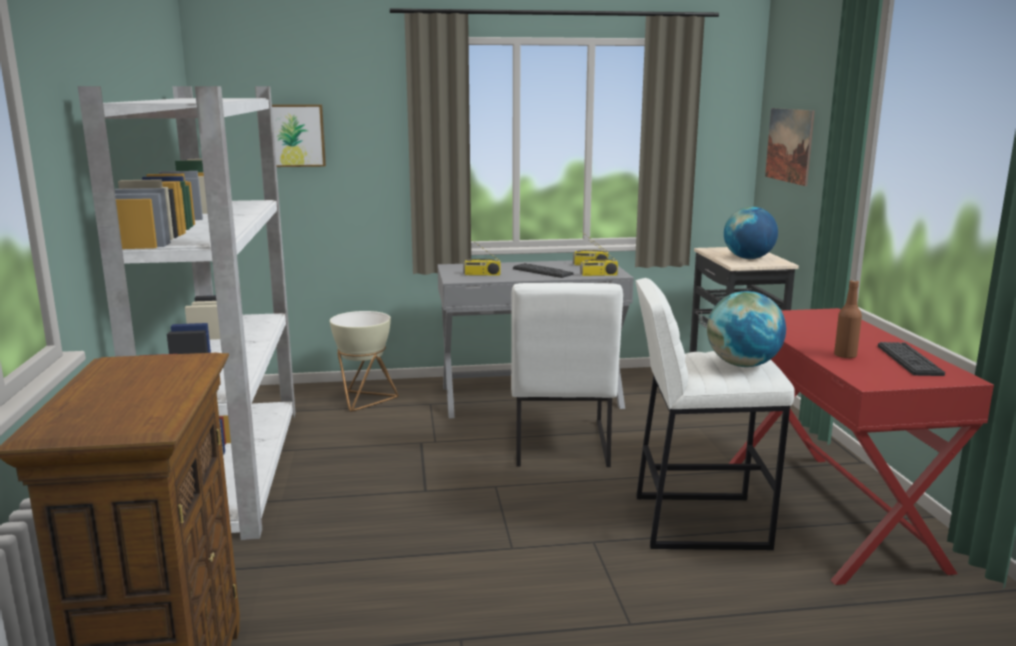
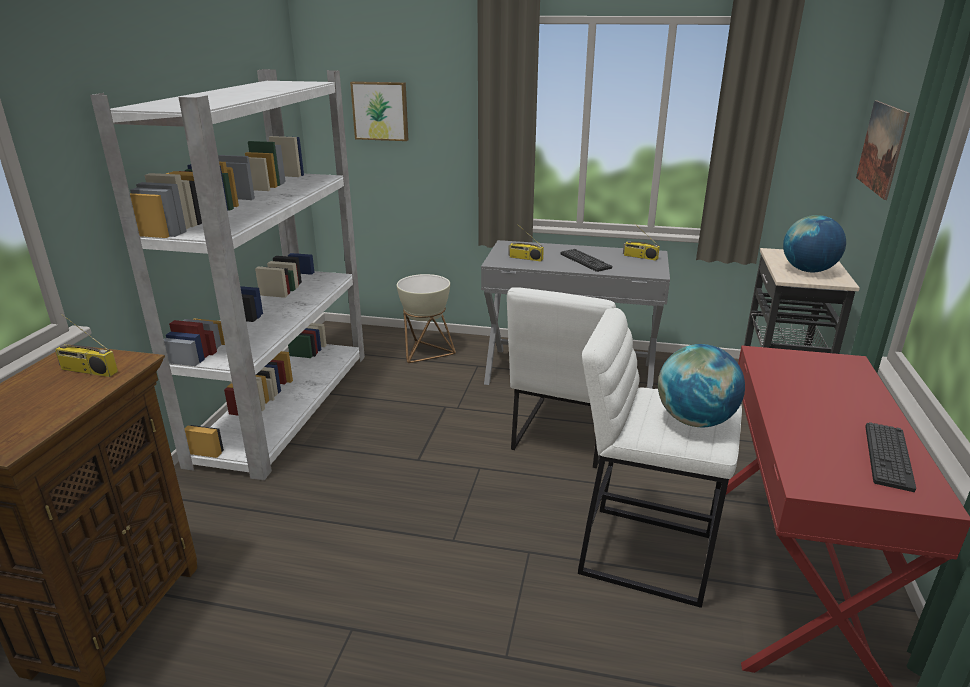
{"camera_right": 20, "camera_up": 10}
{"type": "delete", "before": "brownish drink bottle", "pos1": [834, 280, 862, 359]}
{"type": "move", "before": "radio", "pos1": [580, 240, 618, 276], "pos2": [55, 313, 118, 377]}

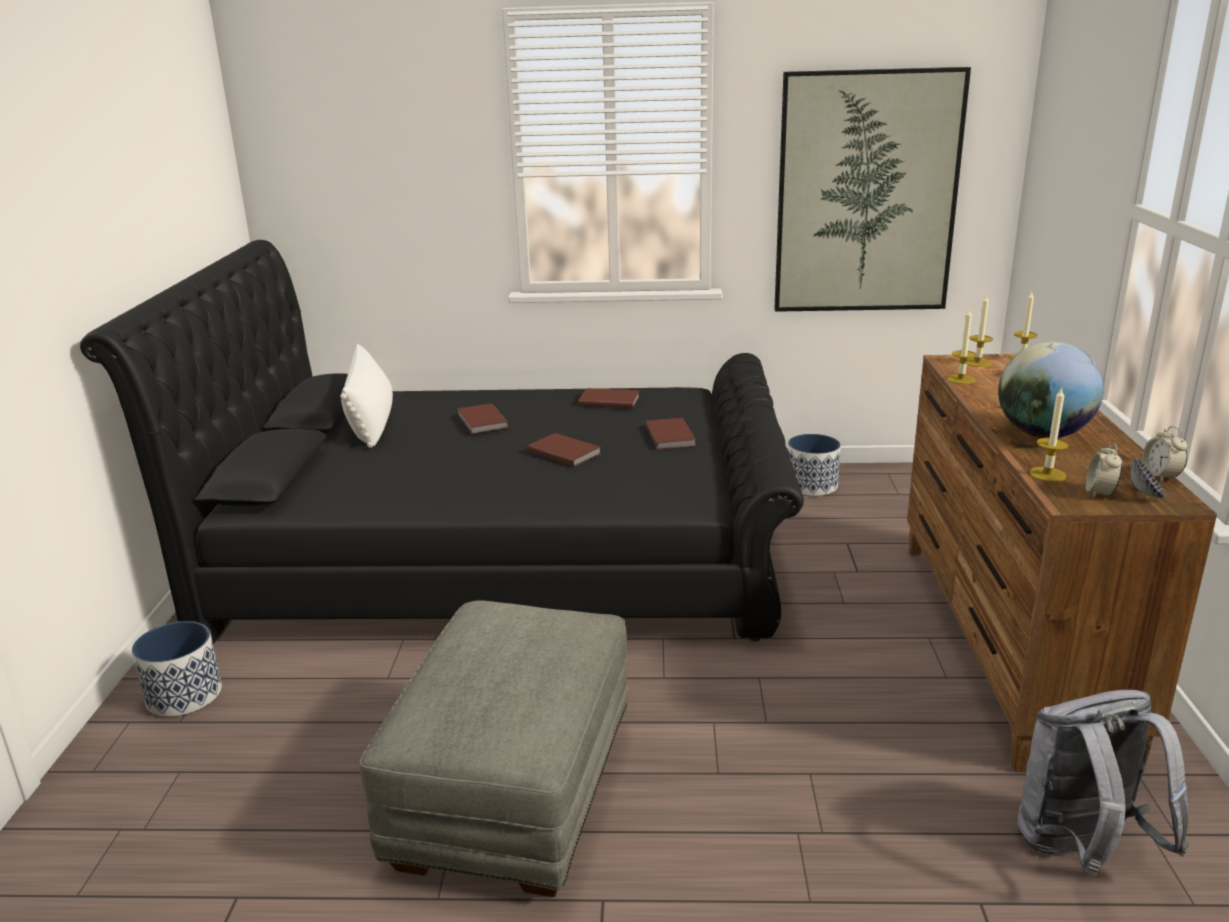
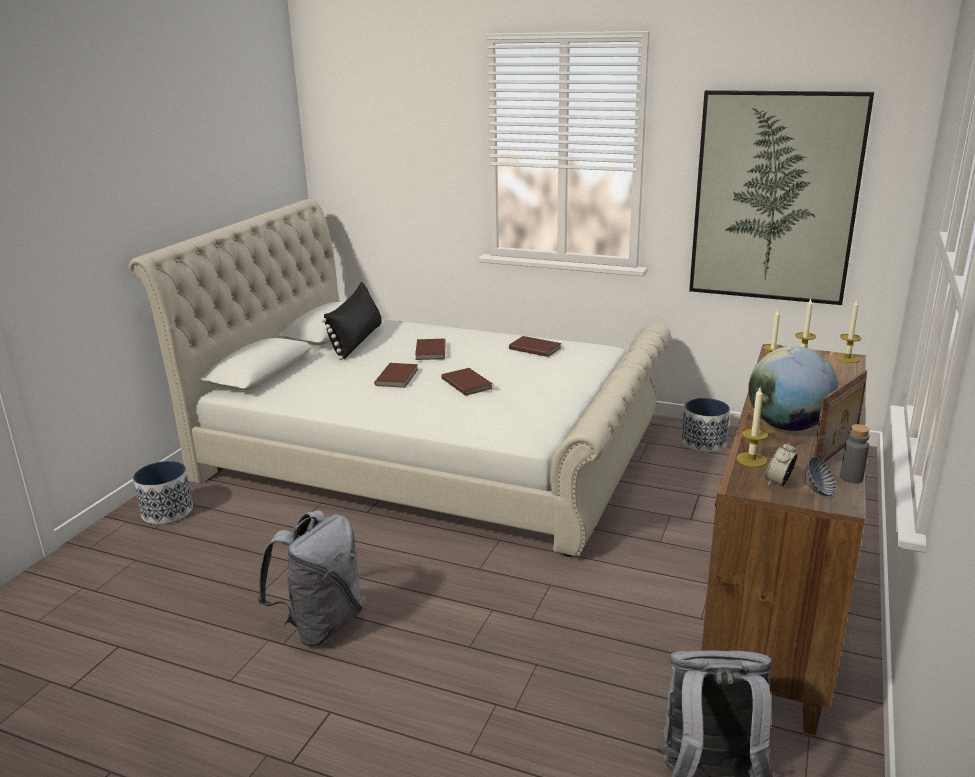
{"camera_right": 20, "camera_up": 0}
{"type": "insert", "after": "standing frame", "pos2": [814, 370, 867, 462]}
{"type": "move", "before": "brownish book", "pos1": [645, 418, 696, 450], "pos2": [374, 363, 418, 388]}
{"type": "replace", "before": "gray pouffe", "after": "gray backpack", "pos1": [359, 600, 628, 897], "pos2": [258, 510, 363, 647]}
{"type": "replace", "before": "bedside clock", "after": "gray drink bottle", "pos1": [1142, 426, 1187, 482], "pos2": [840, 424, 870, 483]}
{"type": "recolor", "before": "black sleeping bed", "after": "beige sleeping bed", "pos1": [80, 240, 804, 644], "pos2": [128, 199, 671, 557]}
{"type": "recolor", "before": "whitish throw pillow", "after": "black throw pillow", "pos1": [340, 344, 393, 448], "pos2": [322, 282, 381, 360]}

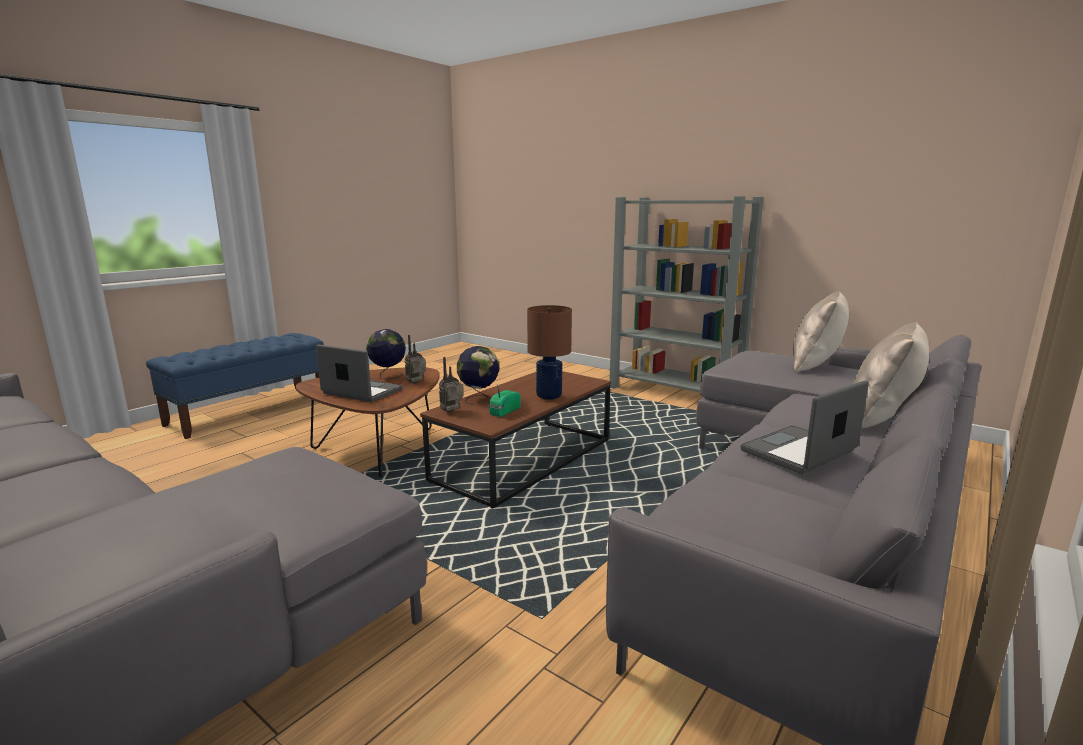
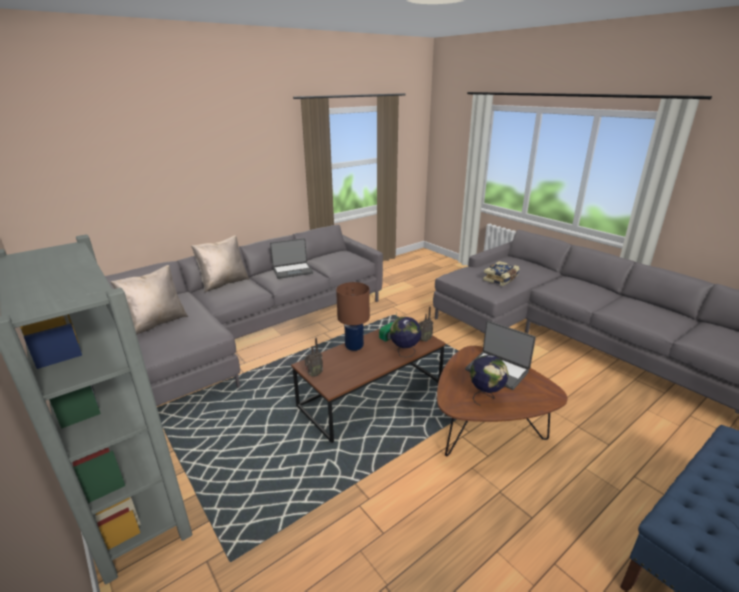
{"camera_right": -165, "camera_up": 10}
{"type": "insert", "after": "book", "pos2": [483, 261, 519, 286]}
{"type": "move", "before": "radio", "pos1": [405, 335, 426, 384], "pos2": [305, 338, 323, 377]}

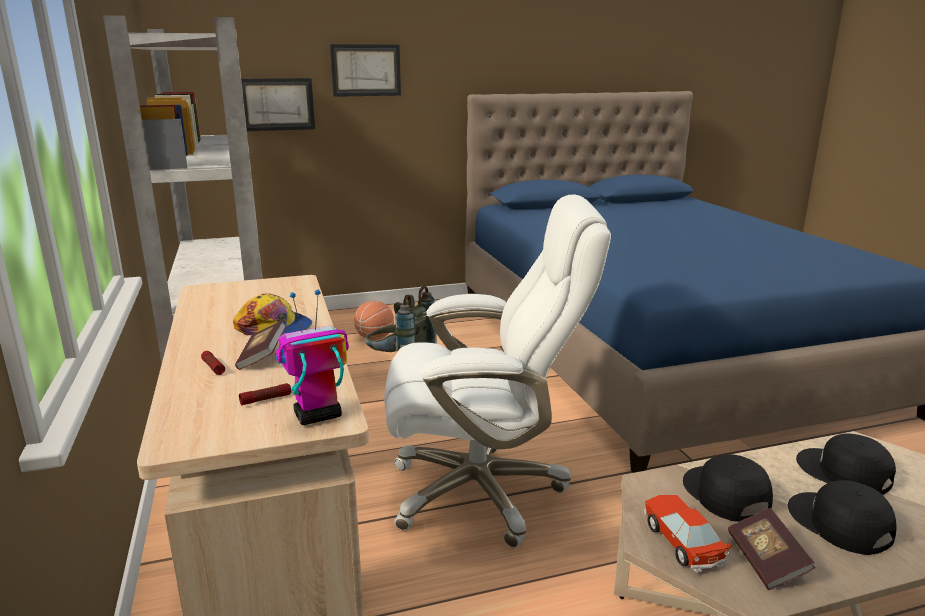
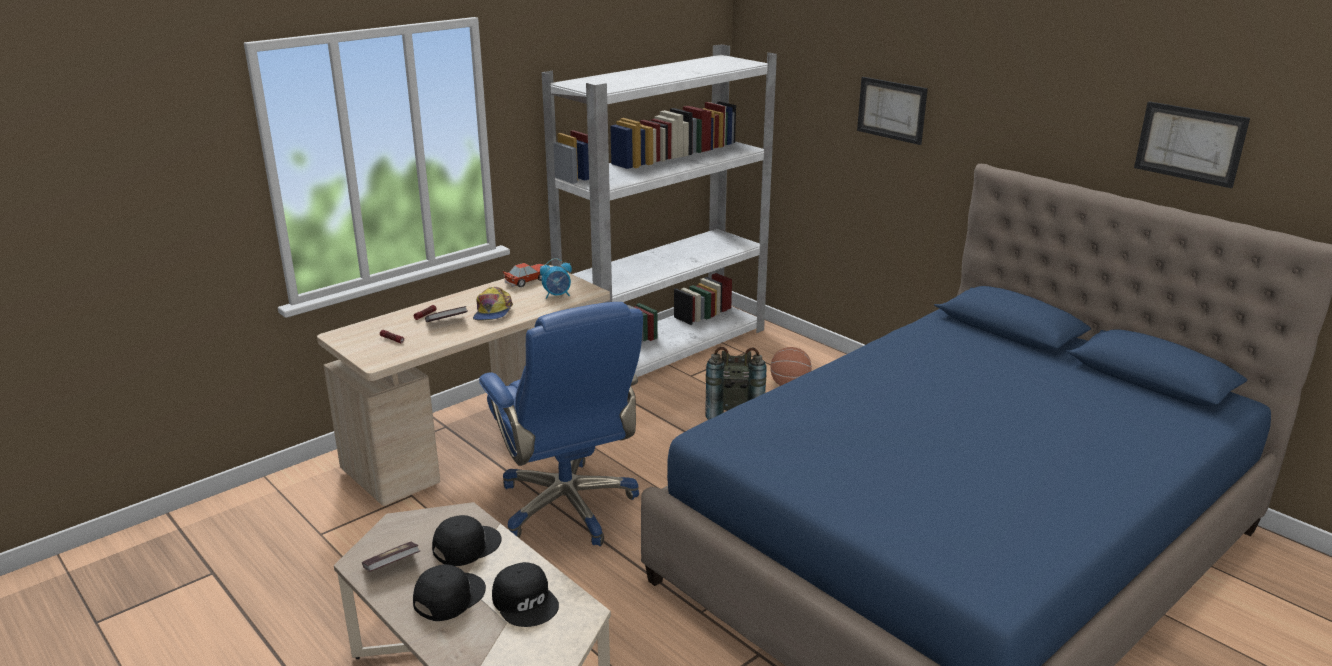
{"camera_right": 65, "camera_up": 5}
{"type": "delete", "before": "toy robot", "pos1": [275, 289, 349, 425]}
{"type": "insert", "after": "bedside clock", "pos2": [540, 258, 572, 299]}
{"type": "move", "before": "picture", "pos1": [241, 78, 315, 131], "pos2": [1134, 102, 1250, 188]}
{"type": "move", "before": "toy car", "pos1": [644, 495, 732, 573], "pos2": [502, 263, 543, 287]}
{"type": "recolor", "before": "whitish computer chair", "after": "bluish computer chair", "pos1": [384, 194, 611, 548], "pos2": [479, 302, 643, 546]}
{"type": "rotate", "before": "black baseball cap", "pos1": [796, 433, 896, 495], "pos2": [492, 562, 559, 627], "turn": 120}

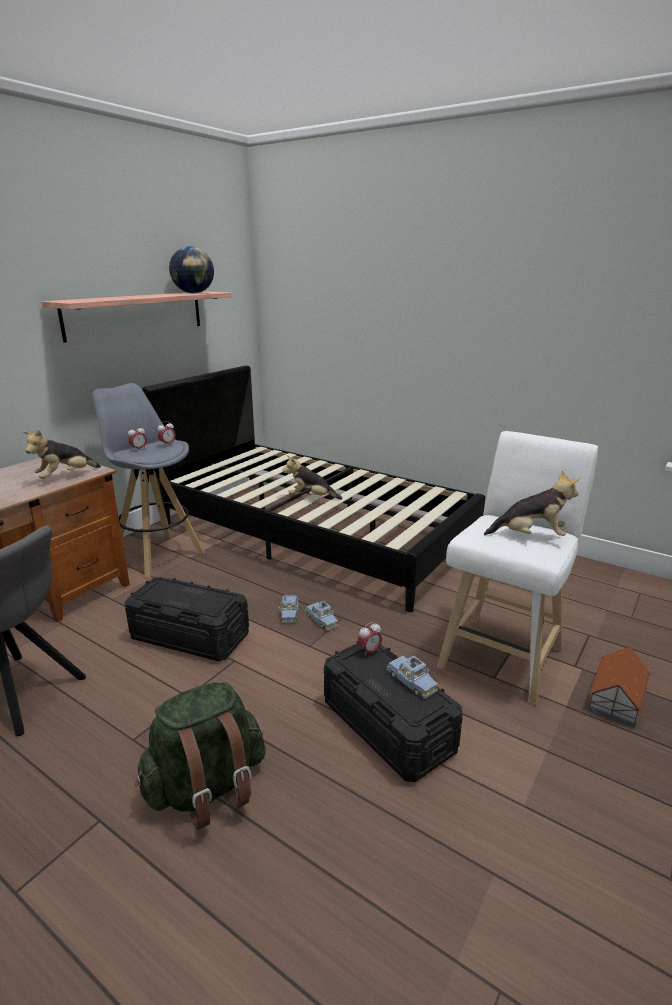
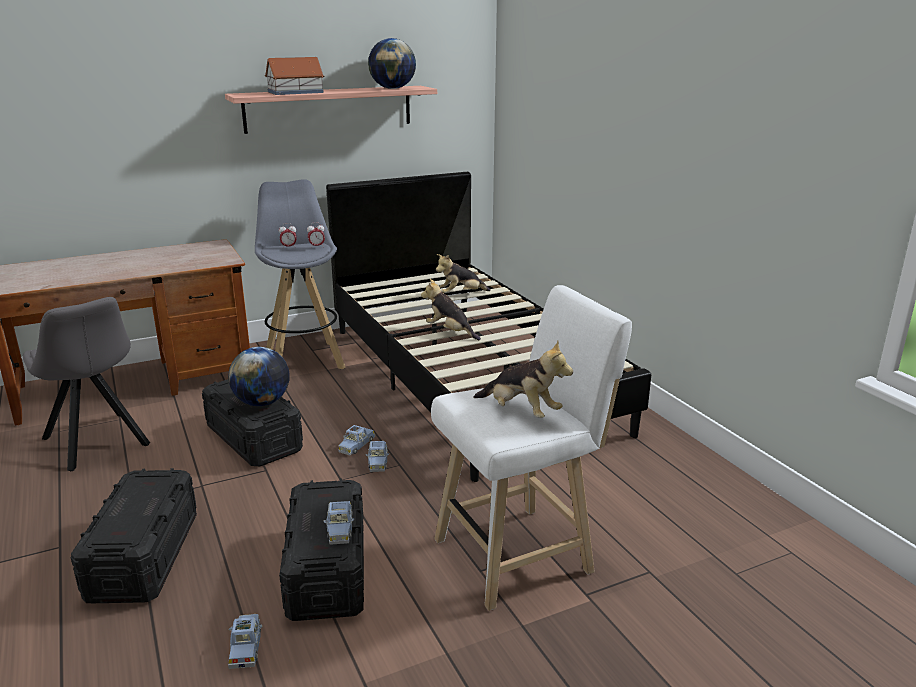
{"camera_right": 30, "camera_up": 0}
{"type": "delete", "before": "bedside clock", "pos1": [358, 622, 382, 655]}
{"type": "insert", "after": "desk globe", "pos2": [228, 347, 289, 406]}
{"type": "insert", "after": "bluish toy car", "pos2": [228, 614, 262, 669]}
{"type": "move", "before": "soft toy", "pos1": [23, 430, 101, 479], "pos2": [436, 254, 491, 293]}
{"type": "move", "before": "toy house", "pos1": [588, 647, 650, 728], "pos2": [265, 57, 325, 95]}
{"type": "replace", "before": "greenish backpack", "after": "black storage bin", "pos1": [135, 682, 266, 830], "pos2": [70, 468, 197, 603]}

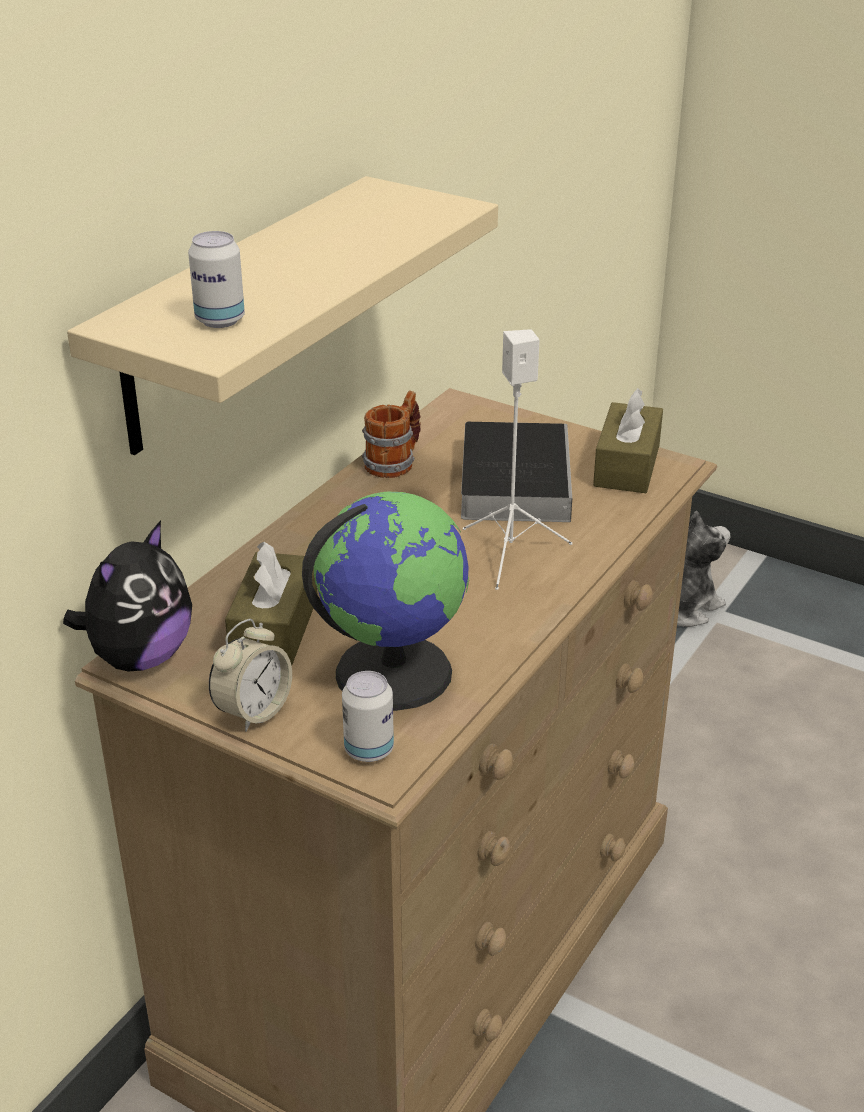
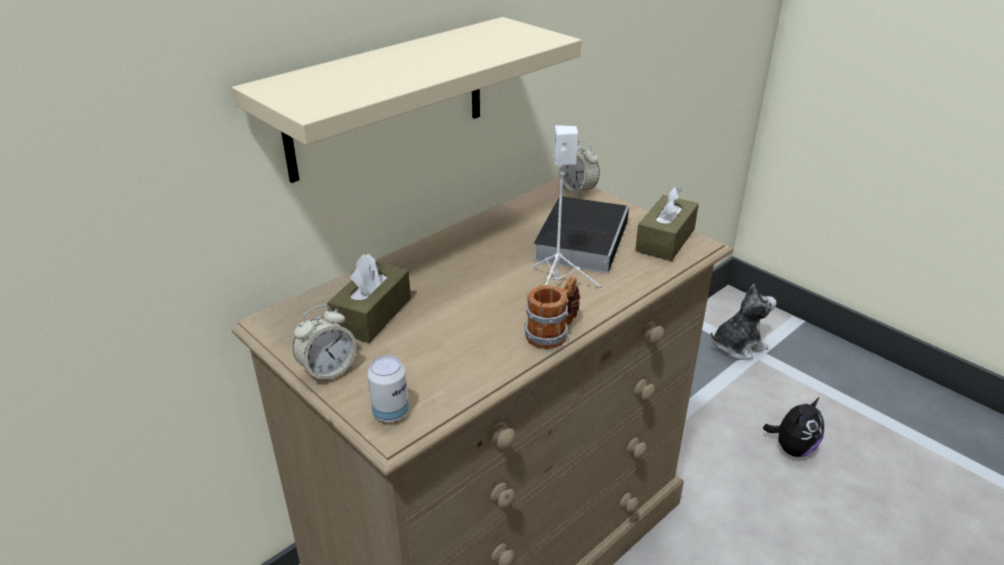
{"camera_right": 15, "camera_up": 0}
{"type": "delete", "before": "can", "pos1": [188, 231, 245, 328]}
{"type": "delete", "before": "desk globe", "pos1": [302, 492, 469, 711]}
{"type": "insert", "after": "bedside clock", "pos2": [558, 140, 600, 197]}
{"type": "move", "before": "soft toy", "pos1": [63, 520, 192, 672], "pos2": [763, 397, 824, 457]}
{"type": "move", "before": "coffee mug", "pos1": [362, 390, 421, 478], "pos2": [525, 276, 580, 349]}

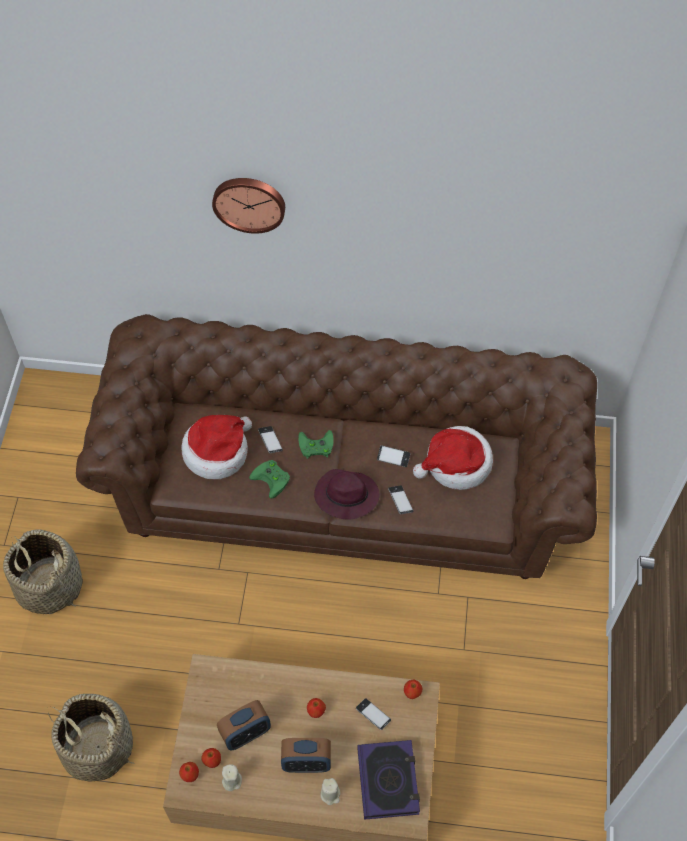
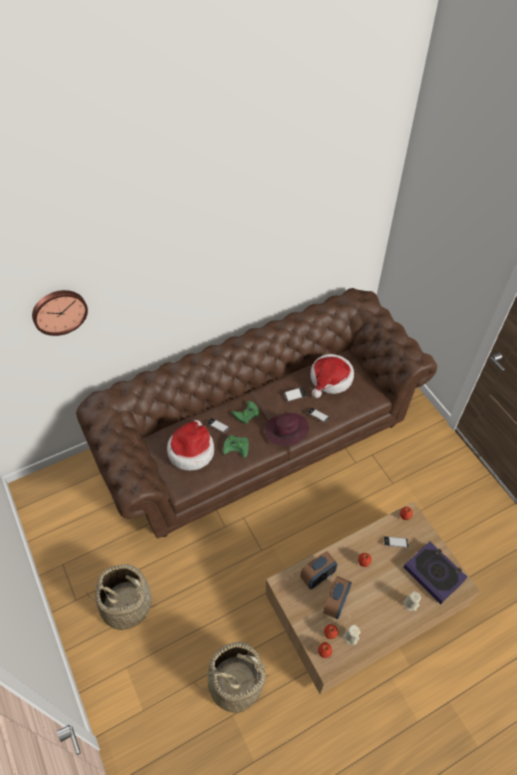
{"camera_right": -35, "camera_up": -5}
{"type": "move", "before": "wall clock", "pos1": [212, 178, 285, 234], "pos2": [32, 290, 88, 336]}
{"type": "move", "before": "bedside clock", "pos1": [281, 738, 331, 773], "pos2": [300, 551, 337, 589]}

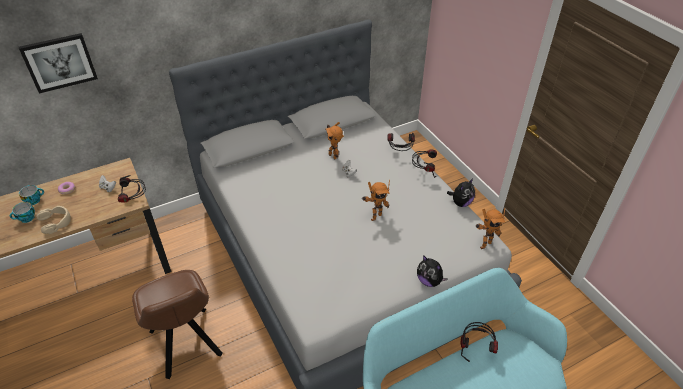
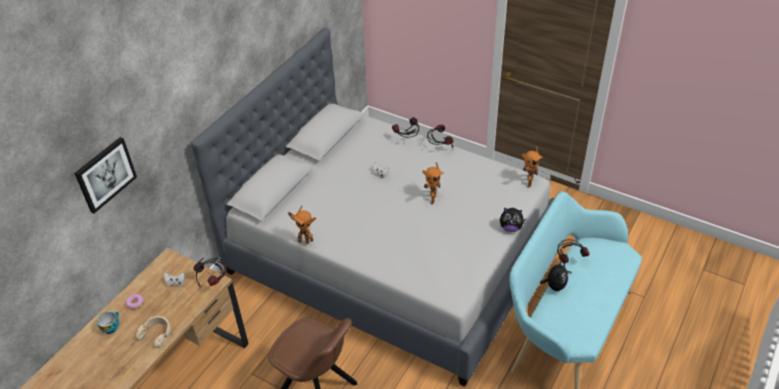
{"camera_right": -30, "camera_up": 0}
{"type": "delete", "before": "small cup", "pos1": [10, 202, 35, 223]}
{"type": "move", "before": "toy robot", "pos1": [326, 122, 344, 159], "pos2": [288, 206, 316, 244]}
{"type": "move", "before": "soft toy", "pos1": [447, 178, 475, 207], "pos2": [540, 260, 568, 291]}

